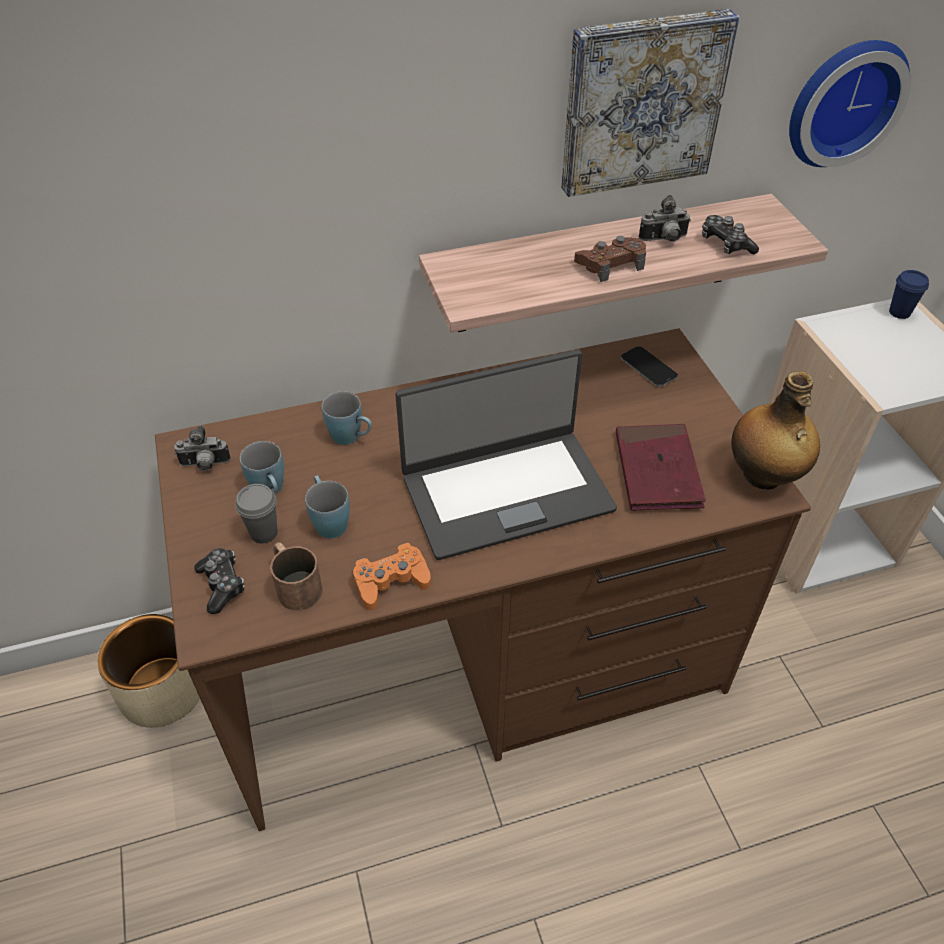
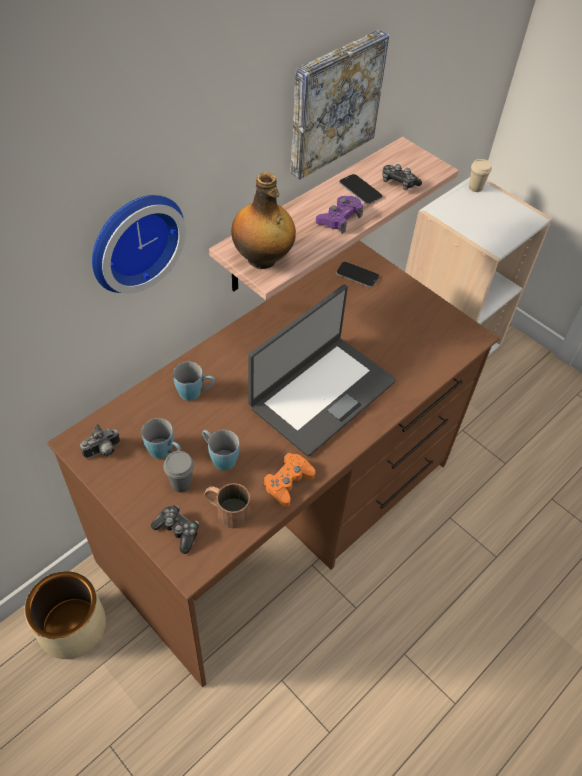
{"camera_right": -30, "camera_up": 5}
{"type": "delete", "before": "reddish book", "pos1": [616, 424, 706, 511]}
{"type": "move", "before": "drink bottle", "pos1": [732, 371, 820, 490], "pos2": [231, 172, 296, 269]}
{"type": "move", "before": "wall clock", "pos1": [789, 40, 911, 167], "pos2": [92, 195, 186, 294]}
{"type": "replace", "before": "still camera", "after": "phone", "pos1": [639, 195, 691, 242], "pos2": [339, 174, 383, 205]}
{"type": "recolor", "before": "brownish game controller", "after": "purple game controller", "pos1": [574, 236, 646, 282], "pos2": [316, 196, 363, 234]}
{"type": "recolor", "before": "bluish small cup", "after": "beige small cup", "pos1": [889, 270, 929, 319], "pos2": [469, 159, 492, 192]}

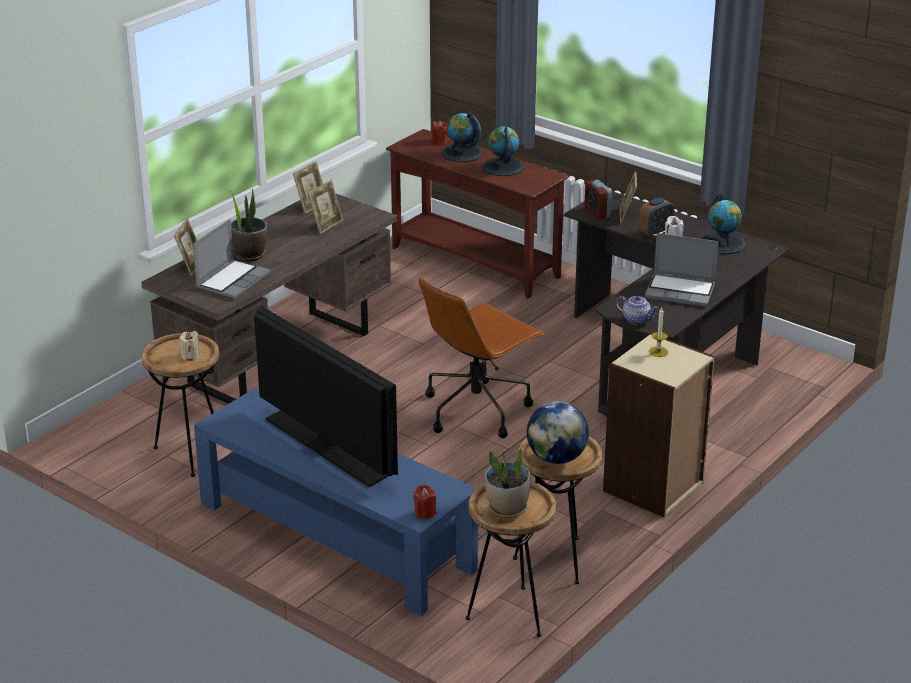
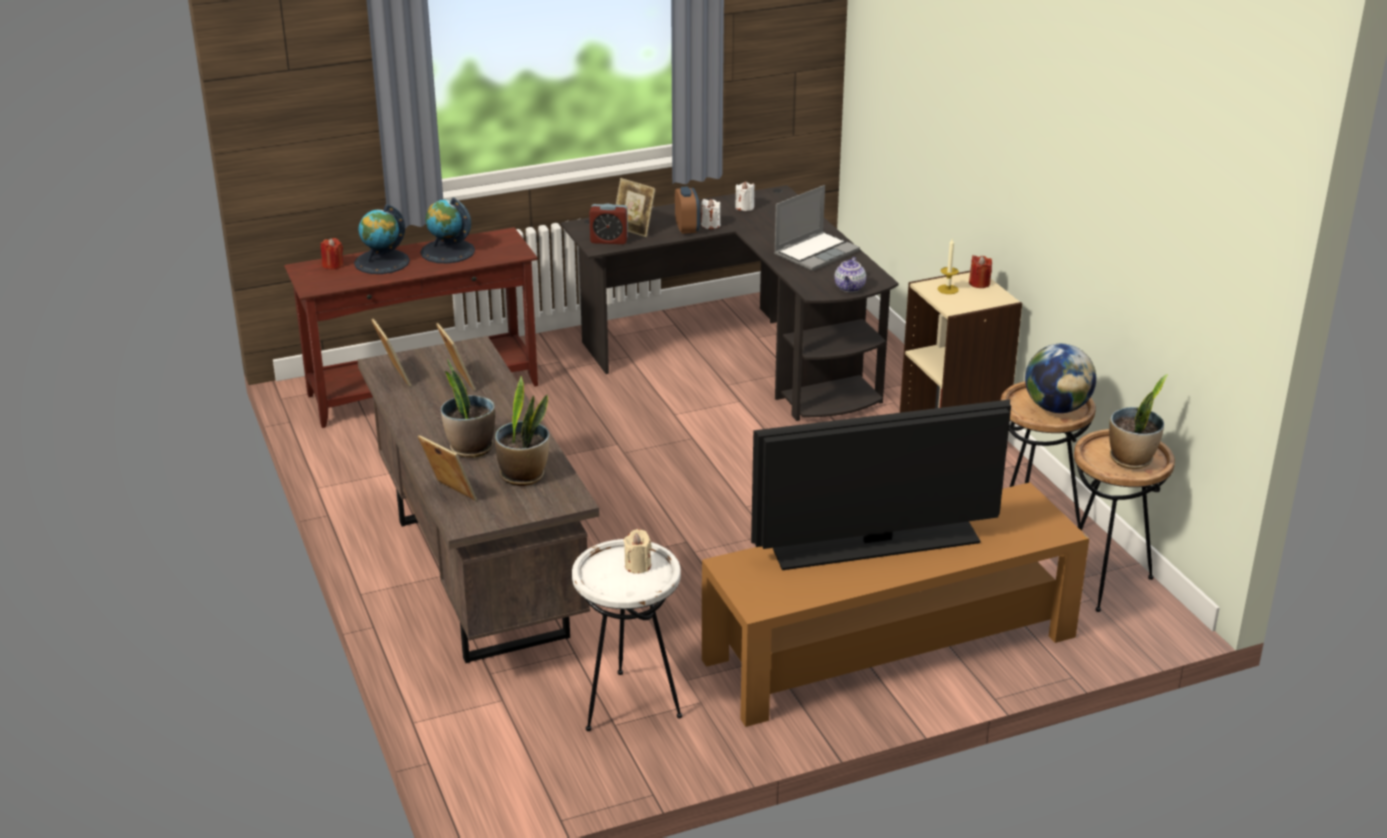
{"camera_right": -60, "camera_up": 0}
{"type": "delete", "before": "brownish computer chair", "pos1": [419, 278, 545, 438]}
{"type": "move", "before": "reddish candle", "pos1": [413, 484, 436, 520], "pos2": [969, 255, 992, 288]}
{"type": "replace", "before": "laptop", "after": "potted plant", "pos1": [193, 219, 271, 299], "pos2": [495, 376, 549, 486]}
{"type": "replace", "before": "desk globe", "after": "whitish candle", "pos1": [700, 194, 746, 254], "pos2": [735, 181, 755, 211]}
{"type": "recolor", "before": "brownish accent table", "after": "whitish accent table", "pos1": [142, 333, 219, 477], "pos2": [572, 539, 682, 731]}
{"type": "recolor", "before": "bluish media console", "after": "brownish media console", "pos1": [194, 388, 478, 616], "pos2": [702, 482, 1089, 727]}
{"type": "rotate", "before": "pot for tea", "pos1": [616, 296, 659, 324], "pos2": [835, 257, 866, 292], "turn": 135}

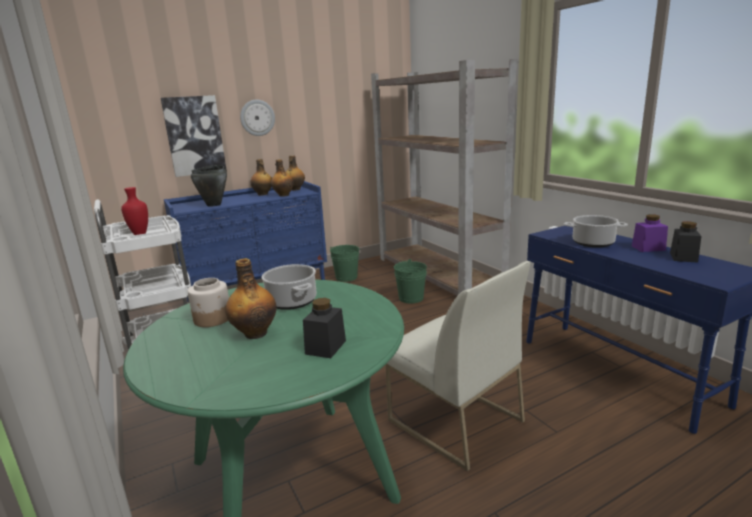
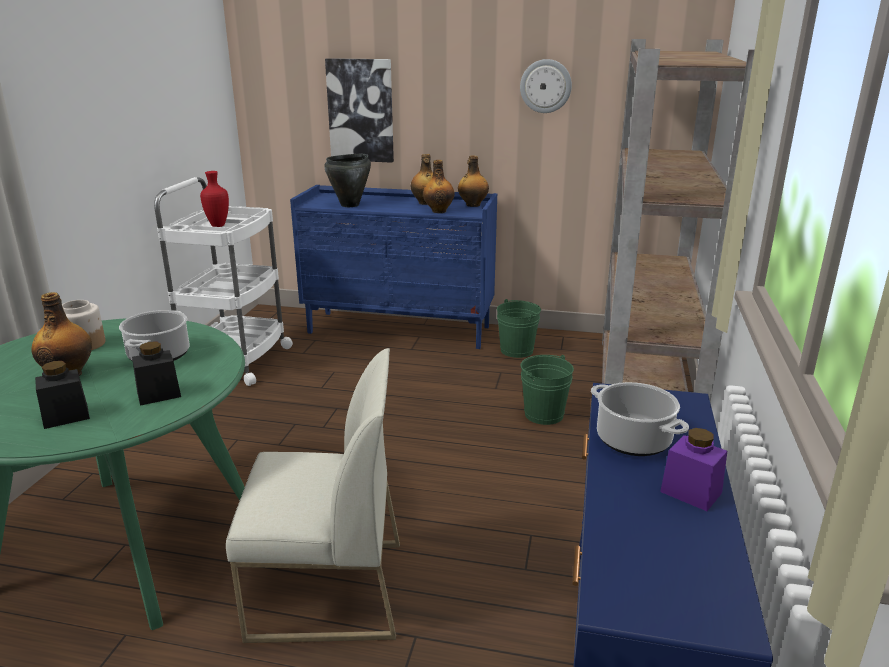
{"camera_right": 40, "camera_up": 5}
{"type": "move", "before": "wall clock", "pos1": [240, 100, 275, 136], "pos2": [520, 59, 572, 113]}
{"type": "move", "before": "black preserve jar", "pos1": [670, 221, 701, 263], "pos2": [132, 342, 181, 406]}
{"type": "rotate", "before": "whitish upright chair", "pos1": [385, 261, 531, 471], "pos2": [226, 348, 400, 643], "turn": -90}

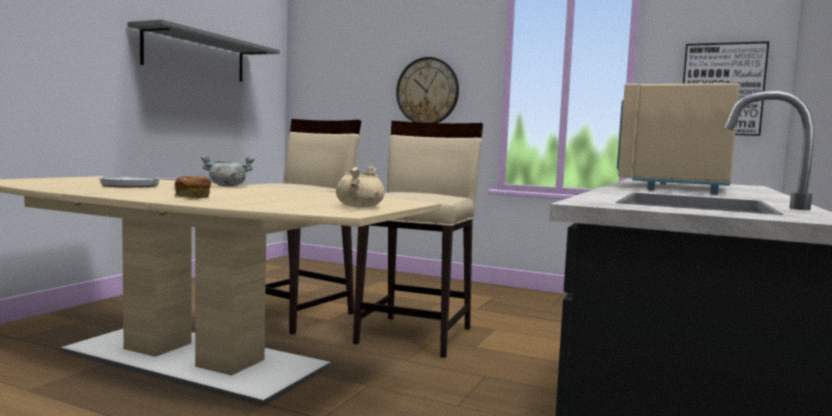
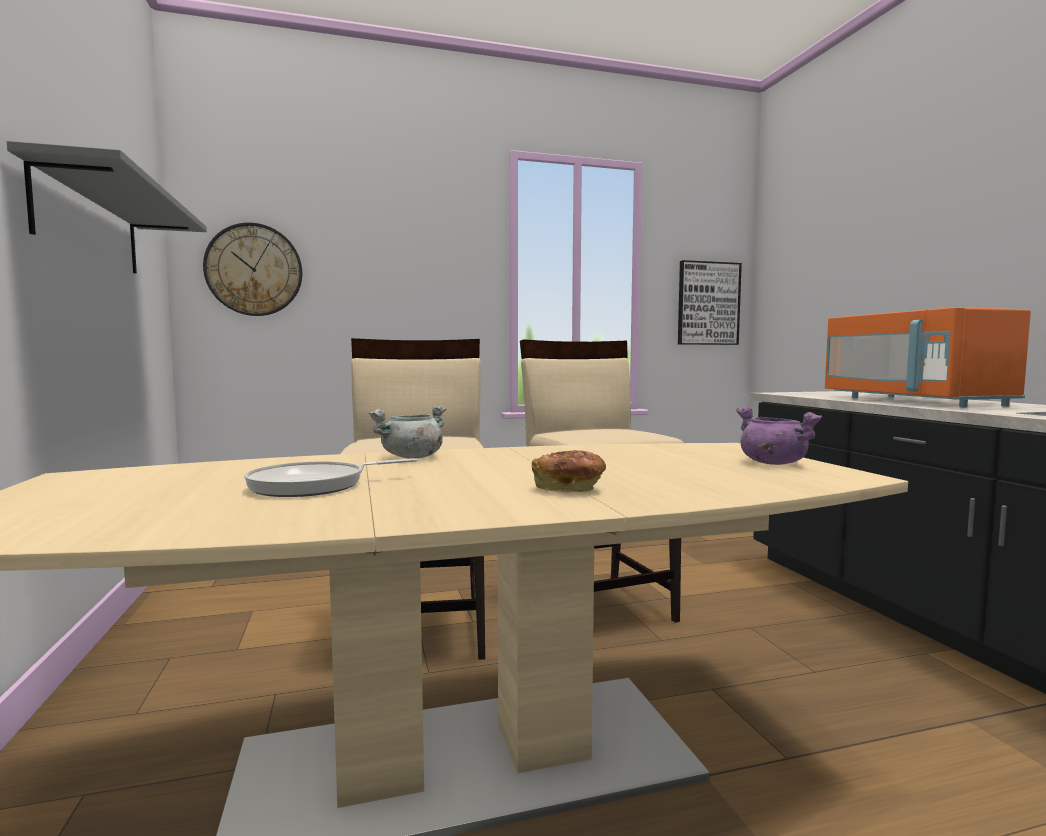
{"camera_right": -40, "camera_up": 0}
{"type": "move", "before": "wall clock", "pos1": [396, 57, 459, 123], "pos2": [203, 223, 302, 316]}
{"type": "recolor", "before": "beige stockpot", "after": "purple stockpot", "pos1": [336, 166, 384, 208], "pos2": [736, 407, 822, 465]}
{"type": "recolor", "before": "beige kitchen microwave", "after": "orangey kitchen microwave", "pos1": [617, 83, 740, 194], "pos2": [825, 307, 1031, 407]}

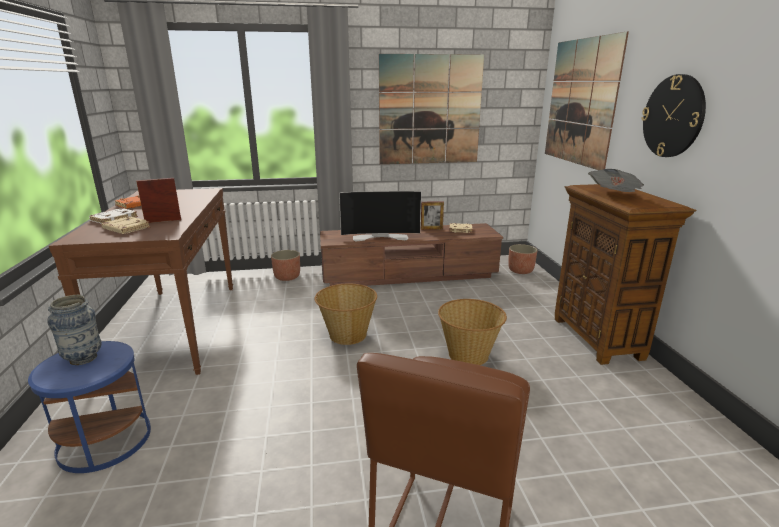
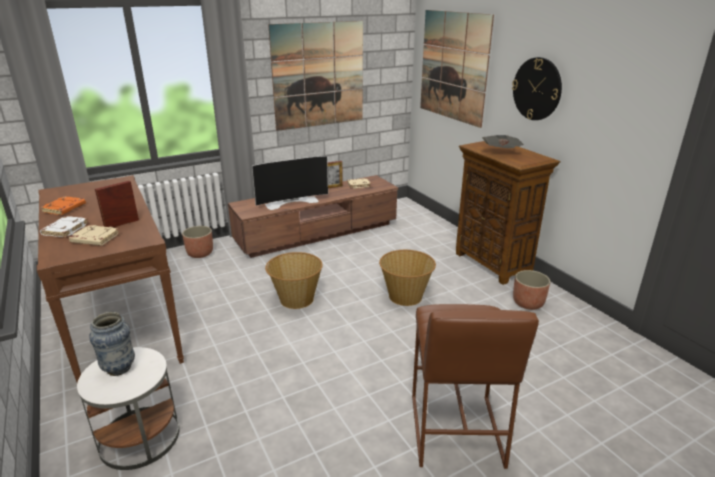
{"camera_right": -20, "camera_up": 5}
{"type": "move", "before": "flower pot", "pos1": [508, 244, 538, 274], "pos2": [513, 270, 551, 310]}
{"type": "recolor", "before": "bluish accent table", "after": "whitish accent table", "pos1": [28, 341, 151, 473], "pos2": [77, 347, 180, 470]}

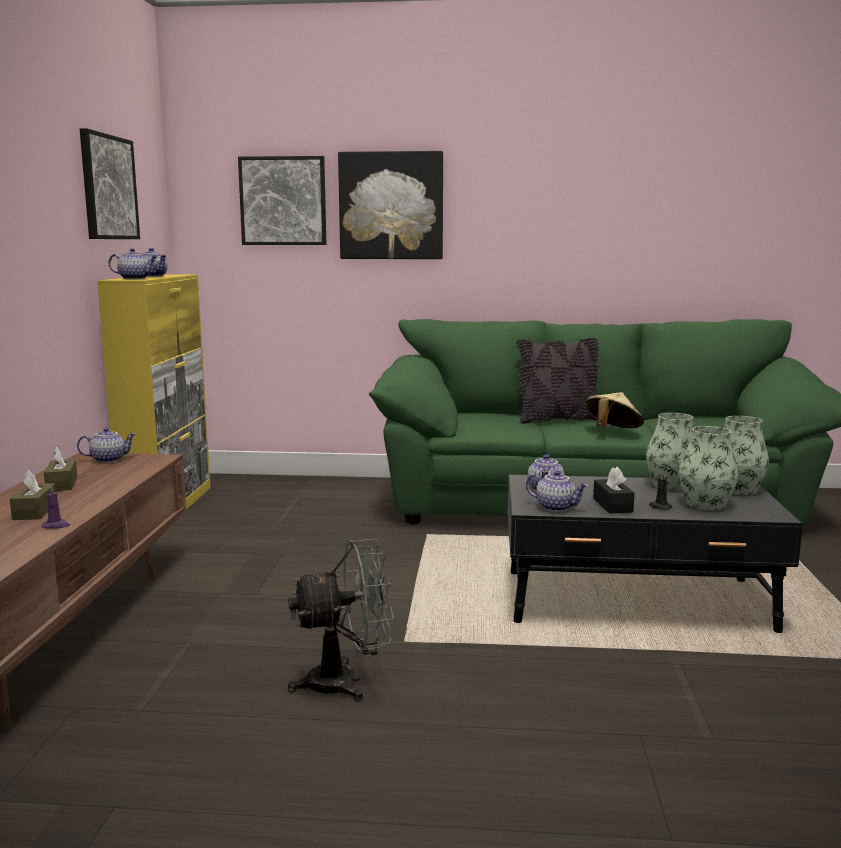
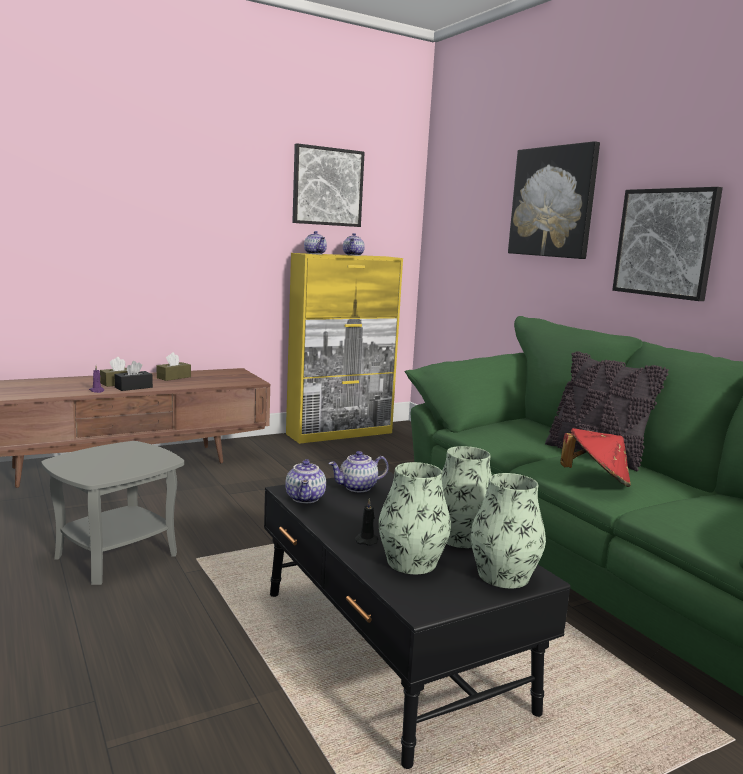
{"camera_right": 55, "camera_up": 0}
{"type": "delete", "before": "pot for tea", "pos1": [77, 427, 136, 463]}
{"type": "move", "before": "picture", "pos1": [238, 156, 326, 245], "pos2": [612, 187, 723, 301]}
{"type": "move", "before": "black tissue box", "pos1": [593, 467, 635, 513], "pos2": [114, 361, 153, 391]}
{"type": "replace", "before": "gray fan", "after": "gray accent table", "pos1": [288, 539, 394, 702], "pos2": [41, 441, 184, 585]}
{"type": "recolor", "before": "beige hat", "after": "reddish hat", "pos1": [585, 392, 644, 428], "pos2": [560, 428, 631, 487]}

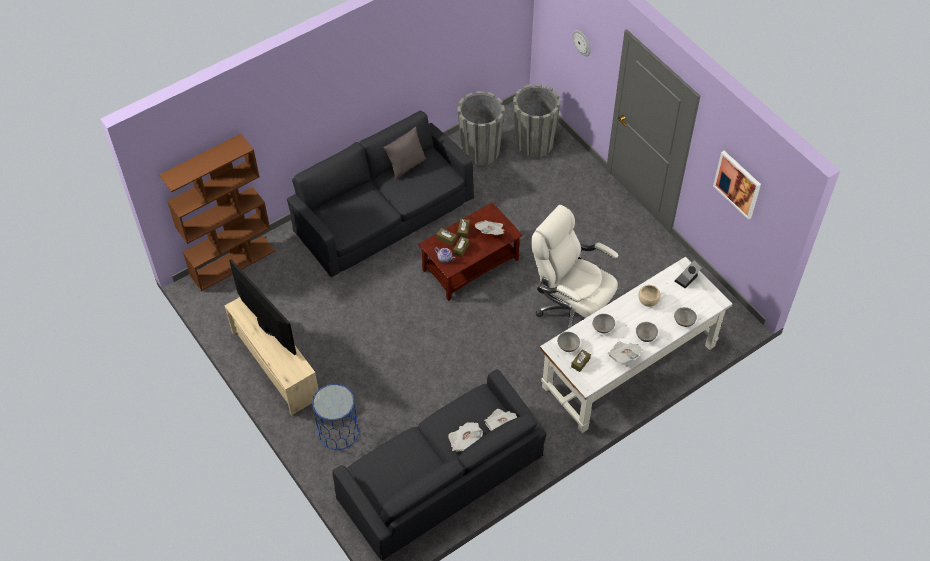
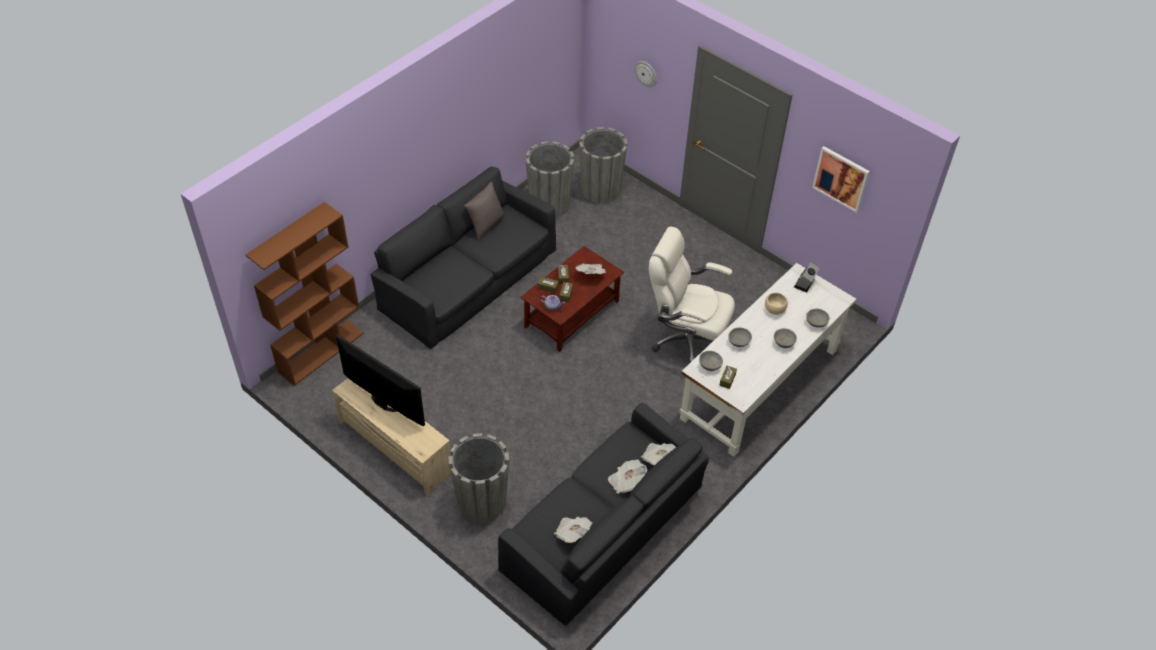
{"camera_right": -15, "camera_up": -5}
{"type": "move", "before": "daily paper", "pos1": [607, 341, 643, 363], "pos2": [554, 517, 592, 543]}
{"type": "replace", "before": "bluish accent table", "after": "gray flower pot", "pos1": [312, 384, 359, 450], "pos2": [448, 433, 509, 523]}

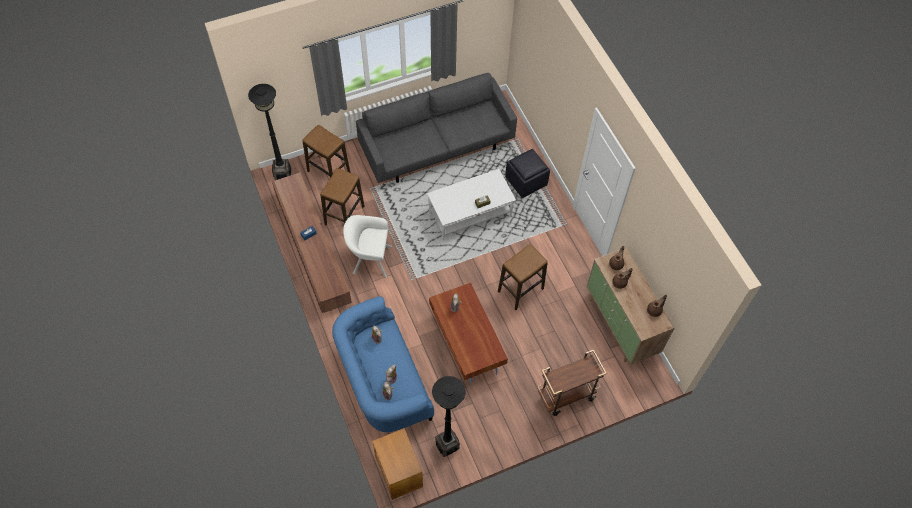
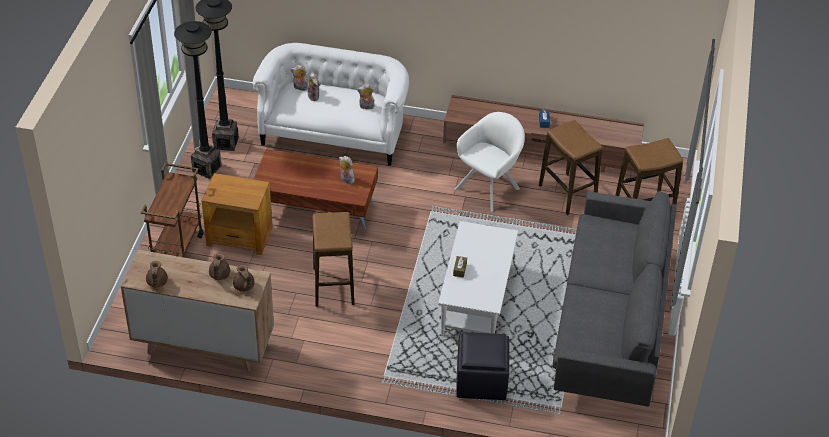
{"camera_right": 125, "camera_up": -15}
{"type": "move", "before": "black standing lamp", "pos1": [248, 84, 291, 180], "pos2": [174, 21, 222, 179]}
{"type": "move", "before": "brownish accent table", "pos1": [372, 428, 423, 500], "pos2": [202, 173, 273, 255]}
{"type": "recolor", "before": "bluish couch", "after": "whitish couch", "pos1": [332, 296, 434, 432], "pos2": [253, 43, 409, 166]}

